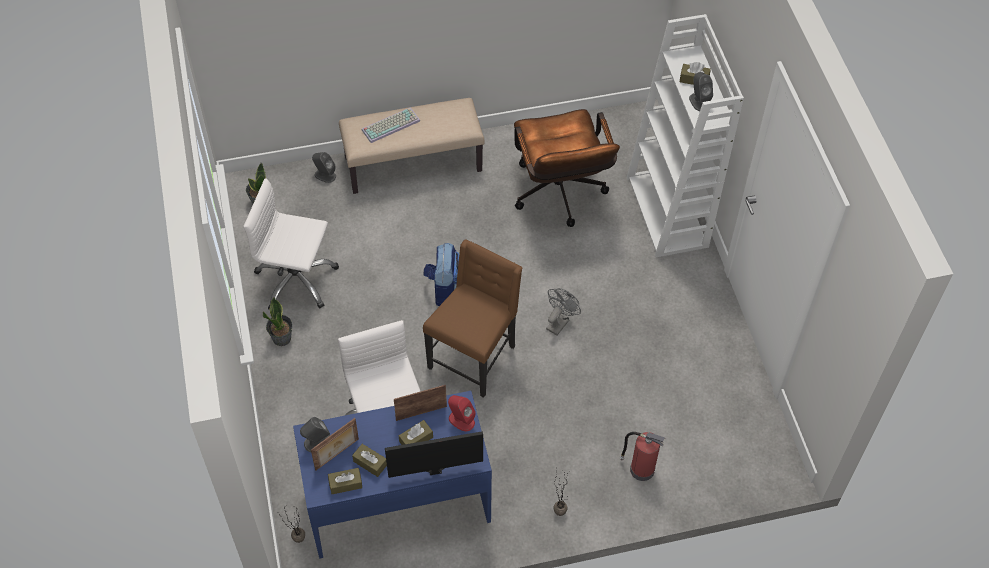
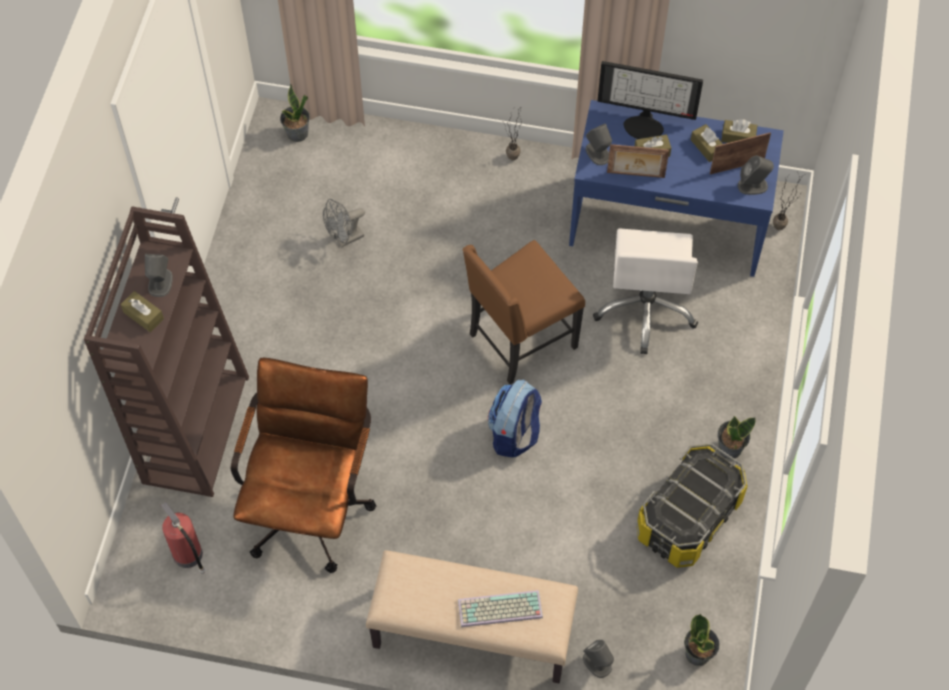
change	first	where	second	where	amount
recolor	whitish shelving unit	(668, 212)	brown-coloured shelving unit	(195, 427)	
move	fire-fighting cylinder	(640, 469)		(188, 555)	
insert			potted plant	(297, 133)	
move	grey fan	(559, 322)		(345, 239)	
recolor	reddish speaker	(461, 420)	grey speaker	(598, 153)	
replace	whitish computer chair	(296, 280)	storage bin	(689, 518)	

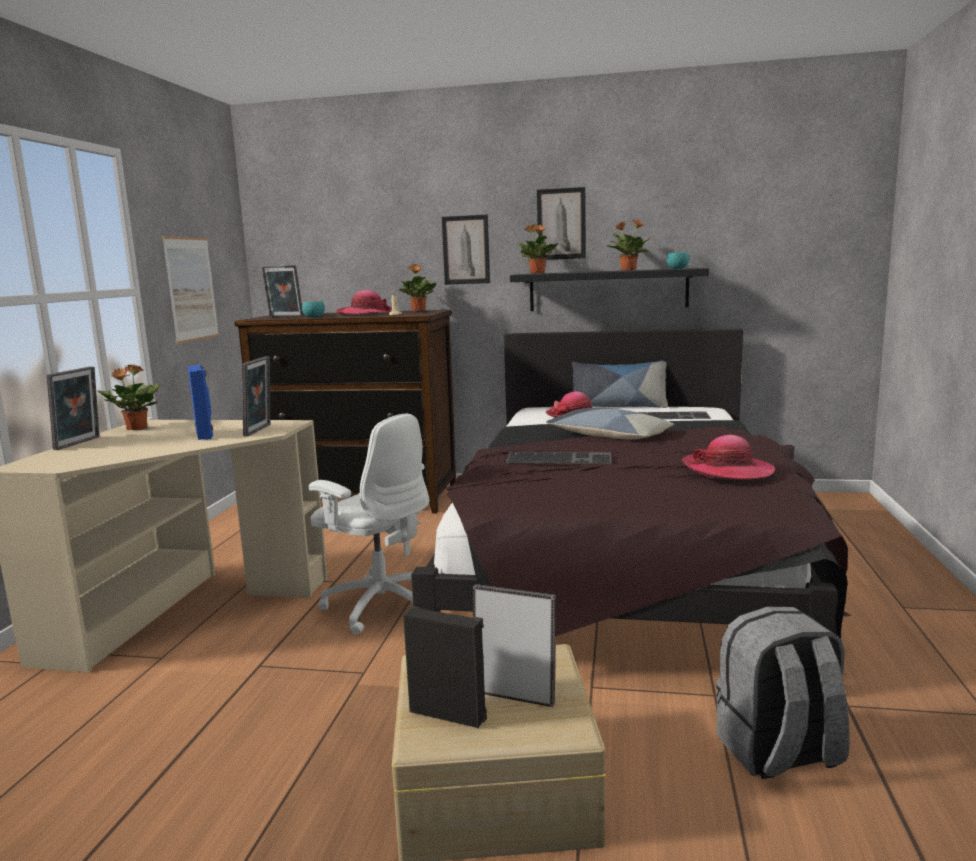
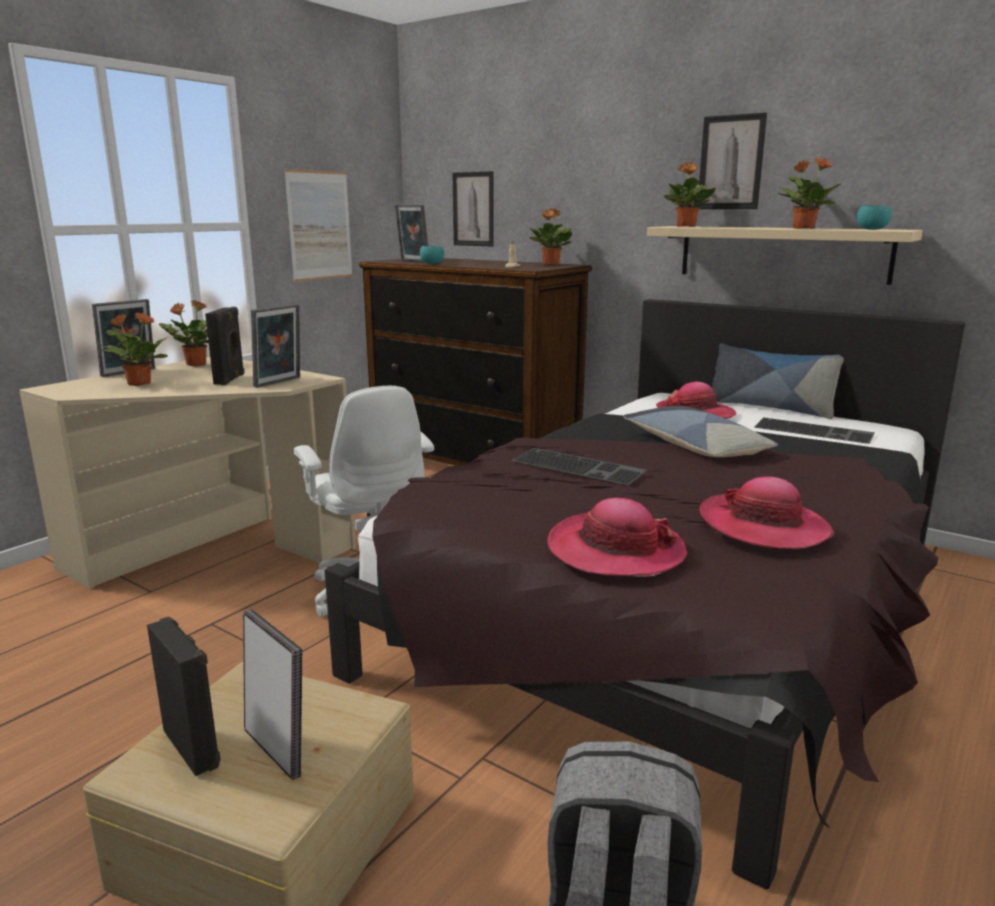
change	first	where	second	where	amount
insert			potted plant	(138, 383)	
recolor	blue speaker	(205, 434)	black-coloured speaker	(230, 379)	
move	wall art	(466, 250)		(473, 209)	
move	clothing hat	(366, 313)		(615, 550)	
recolor	black-coloured shelf	(608, 290)	beige shelf	(782, 253)	

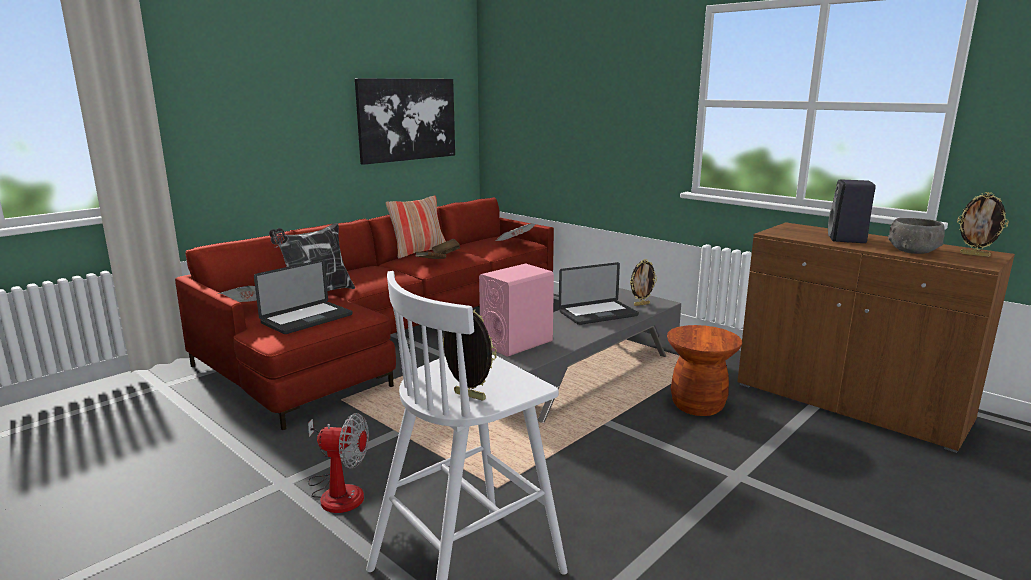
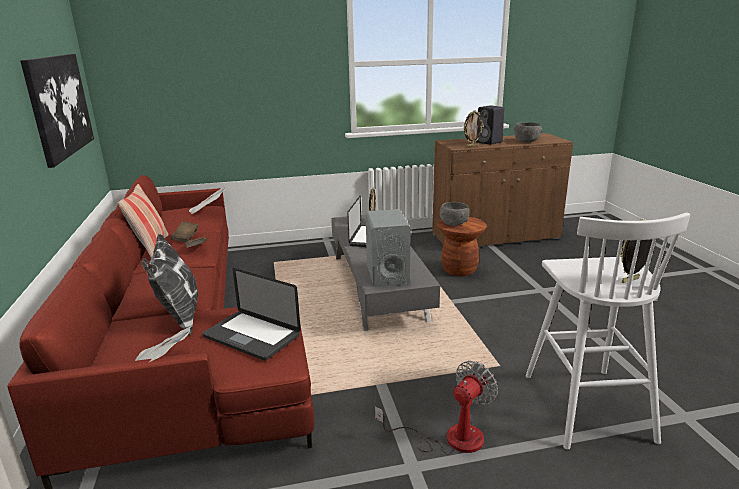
change	first	where	second	where	amount
rotate	notebook computer	(307, 319)		(251, 336)	135 degrees clockwise
recolor	pink-coloured speaker	(516, 343)	grey speaker	(387, 275)	
insert			grey deep dish	(454, 223)	
move	photo frame	(975, 255)		(472, 146)	

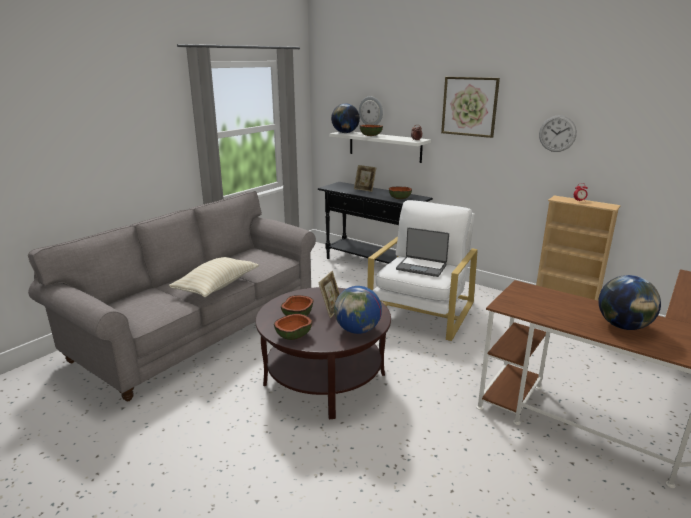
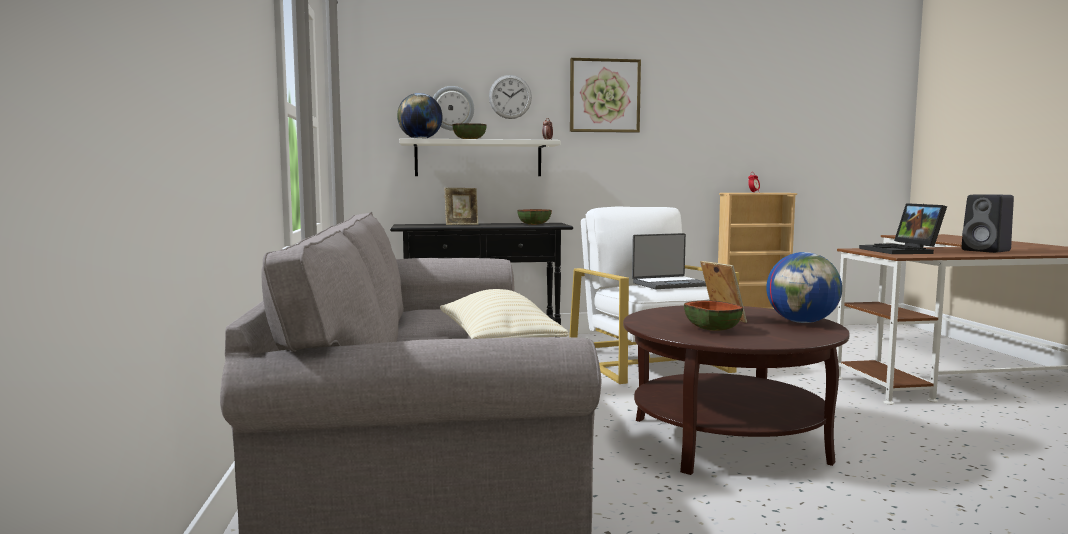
change	first	where	second	where	amount
move	wall clock	(557, 133)		(510, 97)	
insert			notebook computer	(902, 251)	
replace	world globe	(623, 326)	black-coloured speaker	(987, 251)	
delete	deep dish	(293, 336)			

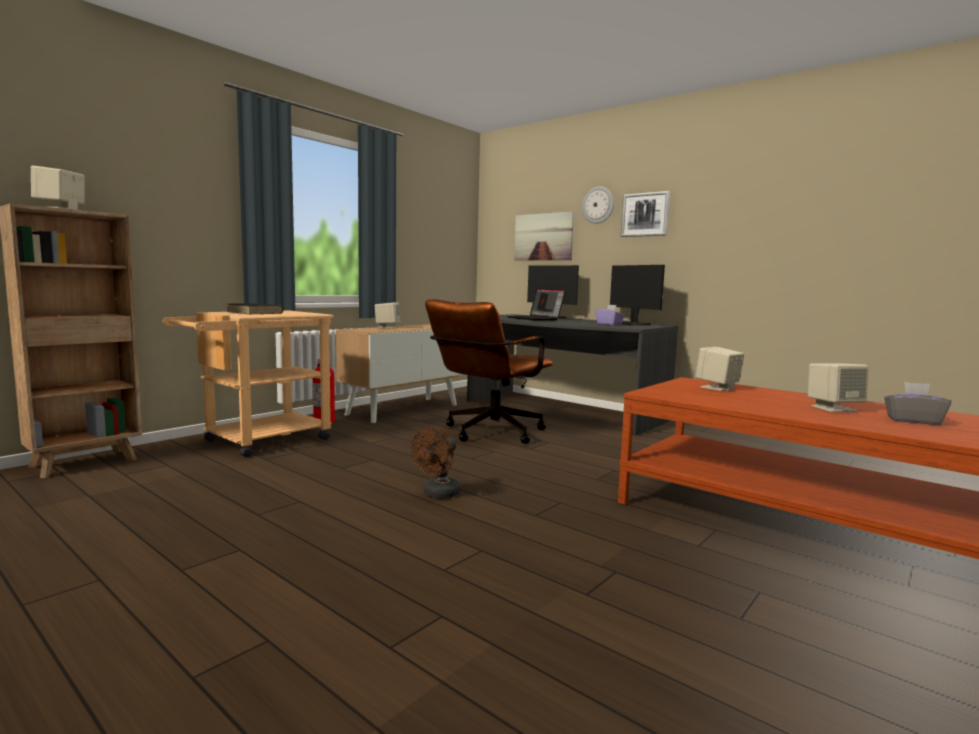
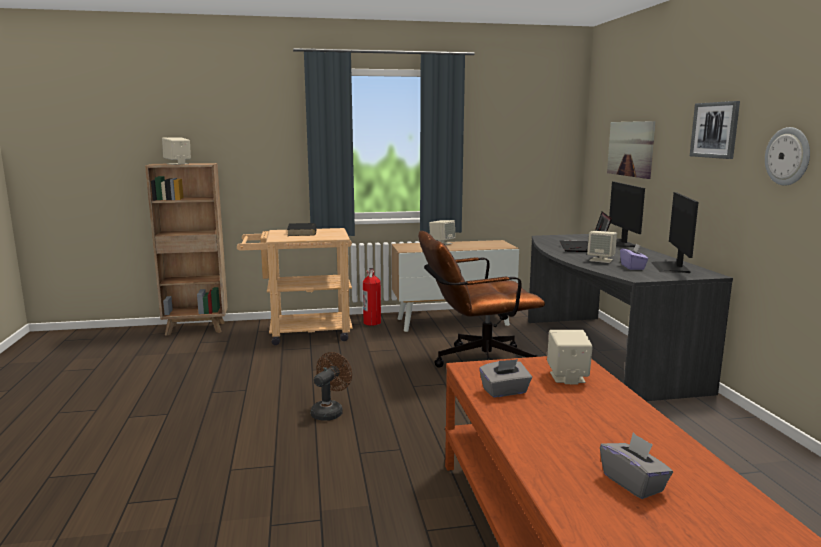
change	first	where	second	where	amount
rotate	brown-coloured fan	(438, 494)		(329, 411)	135 degrees clockwise
insert			grey tissue holder	(505, 391)	
move	beige speaker	(833, 408)		(601, 260)	
move	wall clock	(598, 205)		(788, 156)	

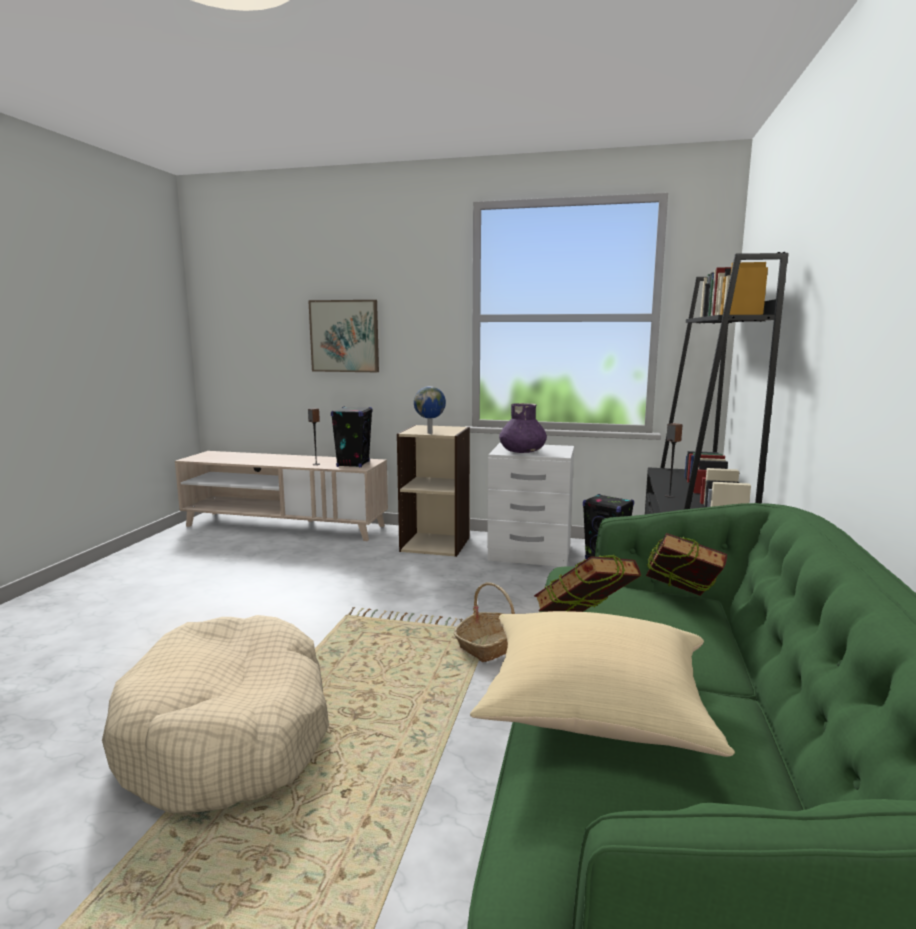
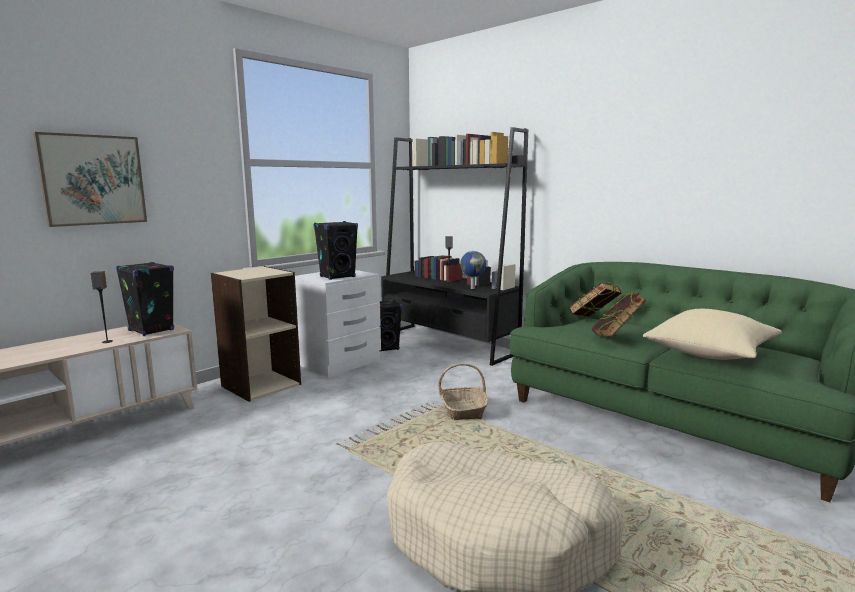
change	first	where	second	where	amount
replace	purple-coloured vase	(523, 452)	black-coloured speaker	(337, 277)	
move	world globe	(430, 433)		(472, 288)	

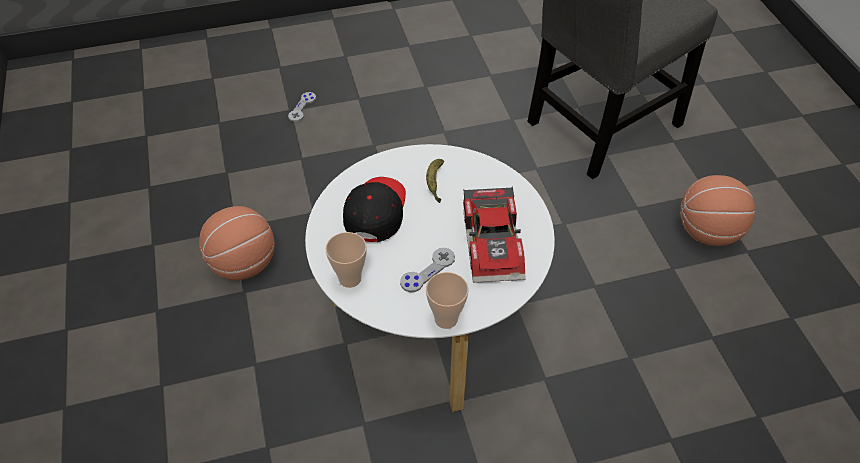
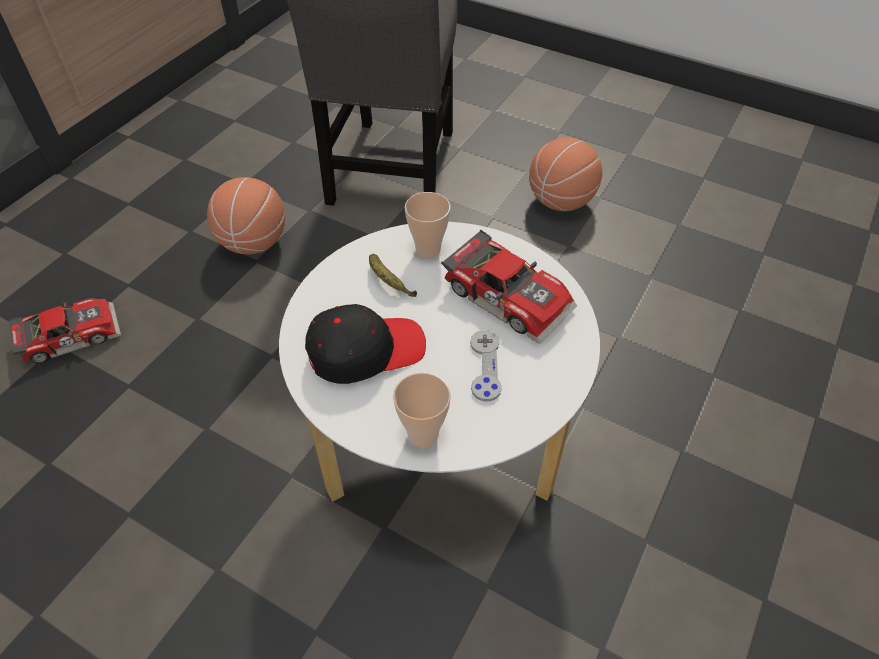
change	first	where	second	where	amount
replace	grey game controller	(302, 107)	miniature car	(70, 334)	
move	ball for basketball	(243, 265)		(253, 243)	
rotate	black-coloured peaked cap	(375, 212)		(365, 350)	105 degrees clockwise
move	cup	(446, 319)		(428, 249)	

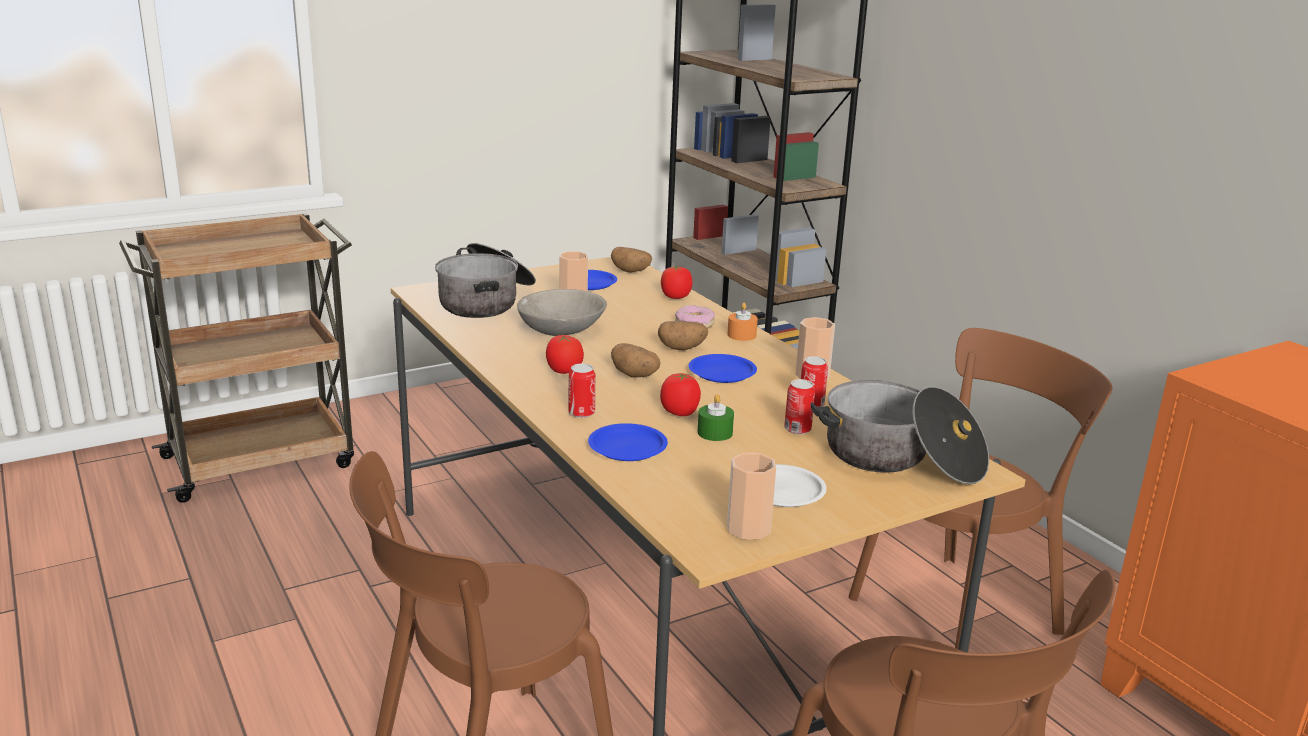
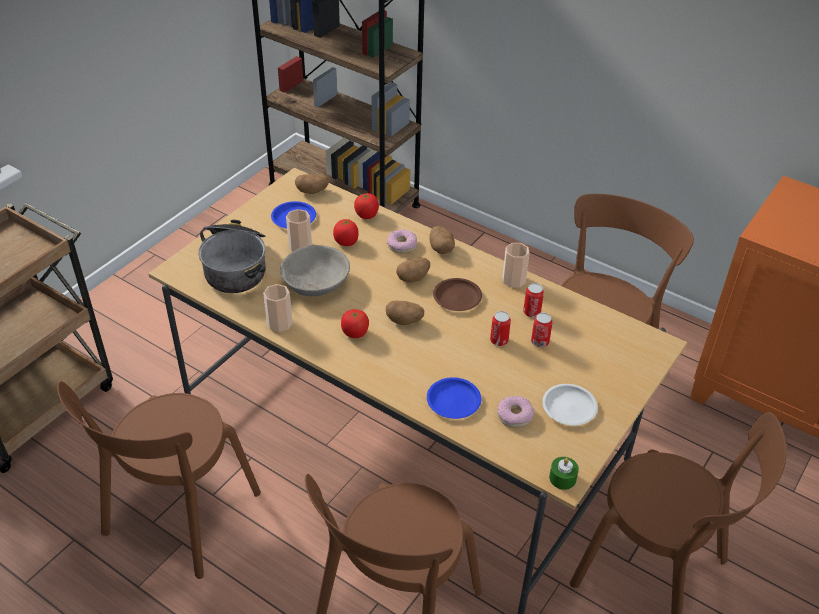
change	first	where	second	where	amount
insert			brown-coloured chair	(178, 518)	
move	cup	(748, 528)		(279, 323)	
move	tomato	(680, 412)		(346, 242)	
replace	orange-coloured wax candle	(741, 335)	potato	(441, 248)	
recolor	blue flat dish	(722, 373)	brown-coloured flat dish	(457, 297)	
move	sealed can	(581, 413)		(499, 340)	
insert			doughnut	(515, 416)	
move	greenish wax candle	(715, 433)		(562, 478)	
delete	stockpot	(900, 458)			

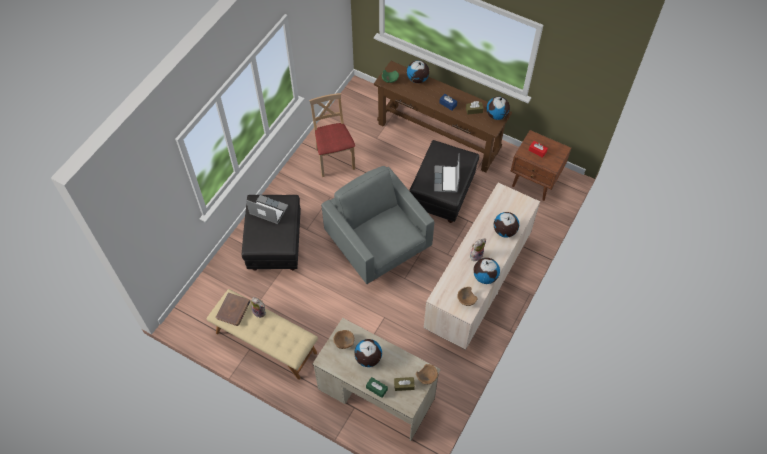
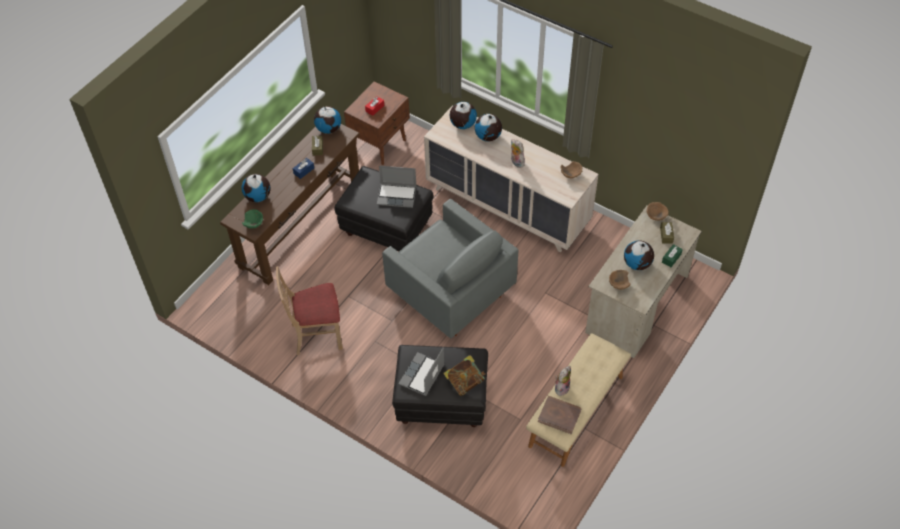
change	first	where	second	where	amount
rotate	grey easy chair	(378, 245)		(450, 293)	105 degrees counterclockwise
insert			bound book	(465, 382)	
move	world globe	(485, 276)		(462, 124)	

